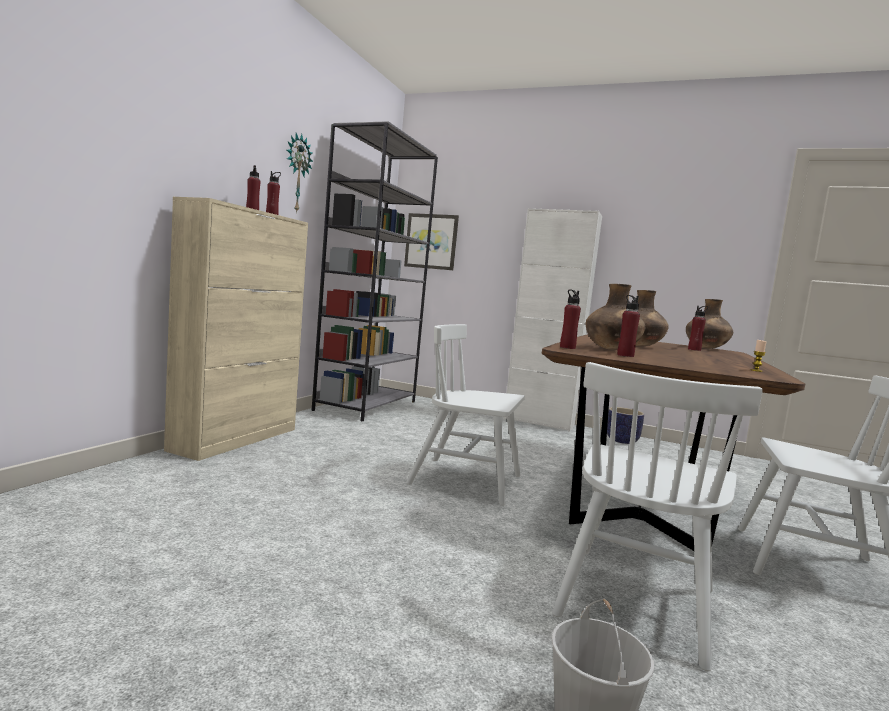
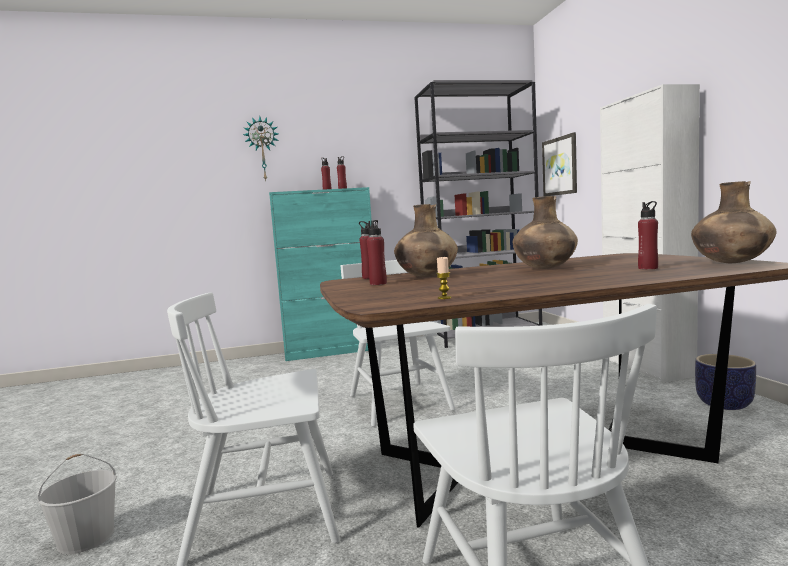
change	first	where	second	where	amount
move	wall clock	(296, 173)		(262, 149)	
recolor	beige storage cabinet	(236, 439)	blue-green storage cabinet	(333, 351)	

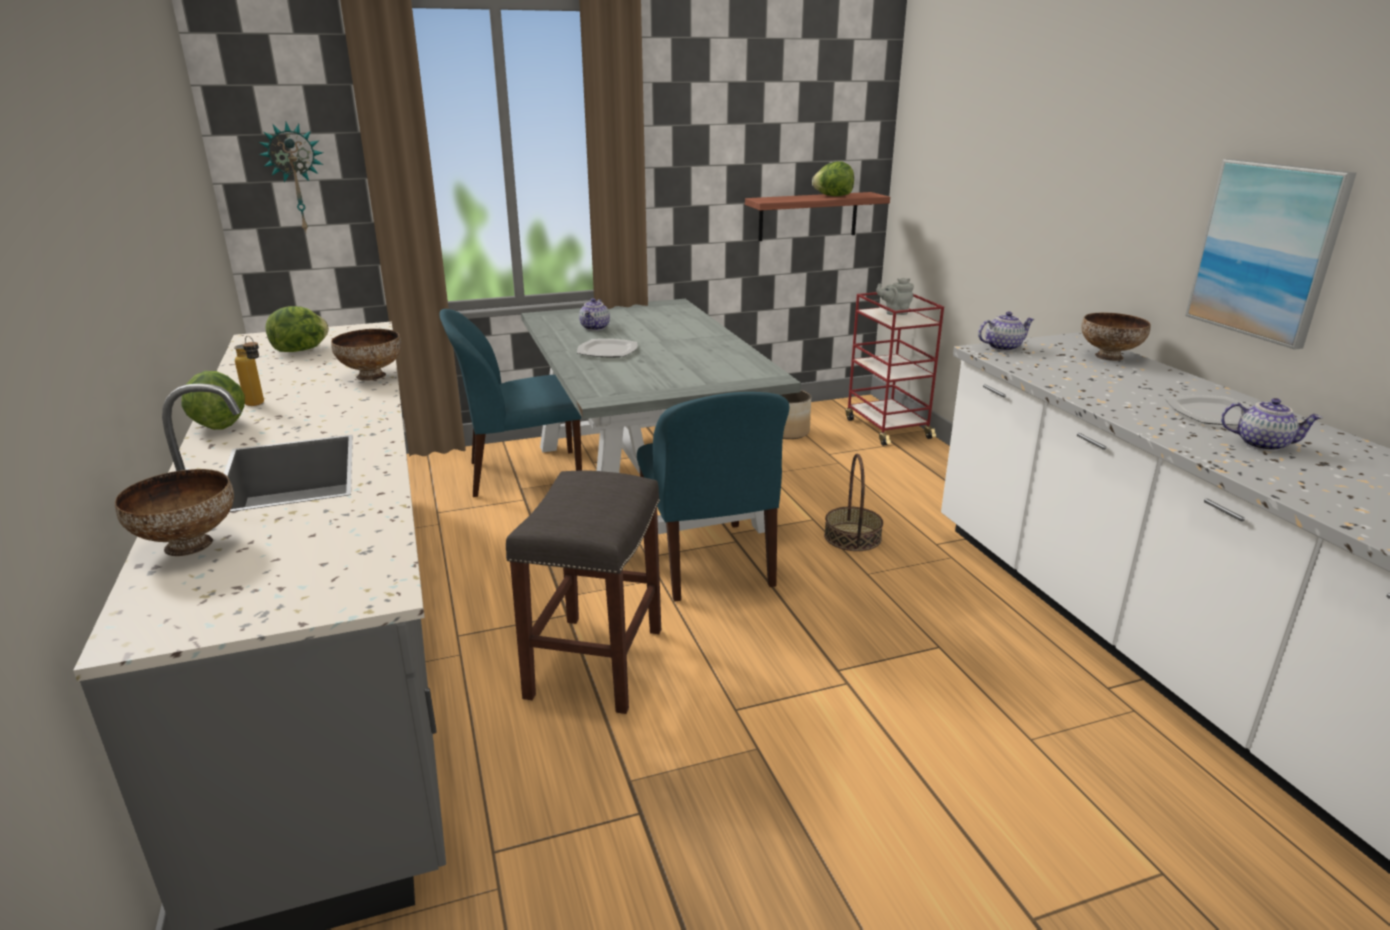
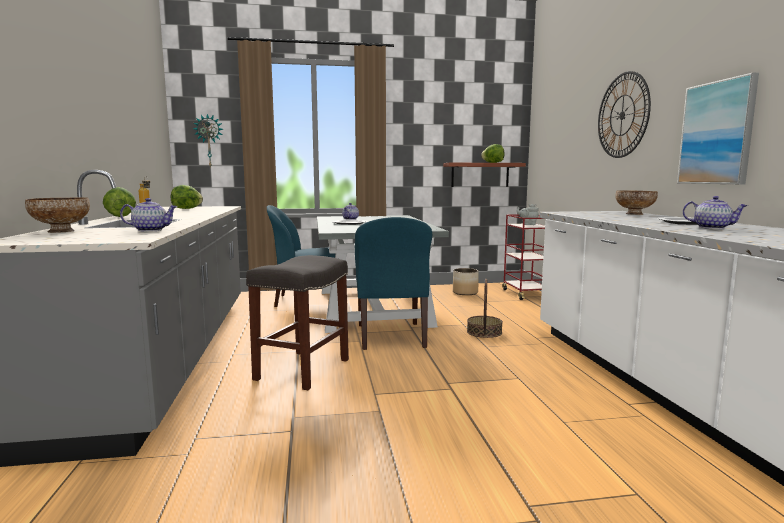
change	first	where	second	where	amount
move	pot for tea	(1002, 347)		(151, 230)	
insert			wall clock	(622, 115)	
delete	deep dish	(372, 376)			

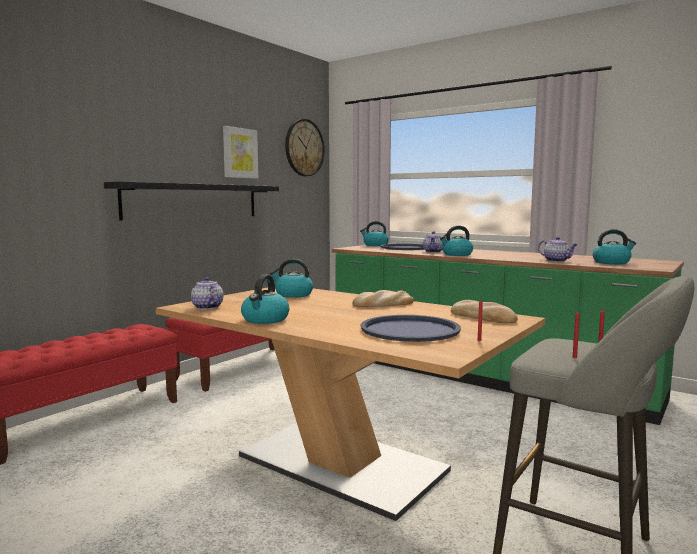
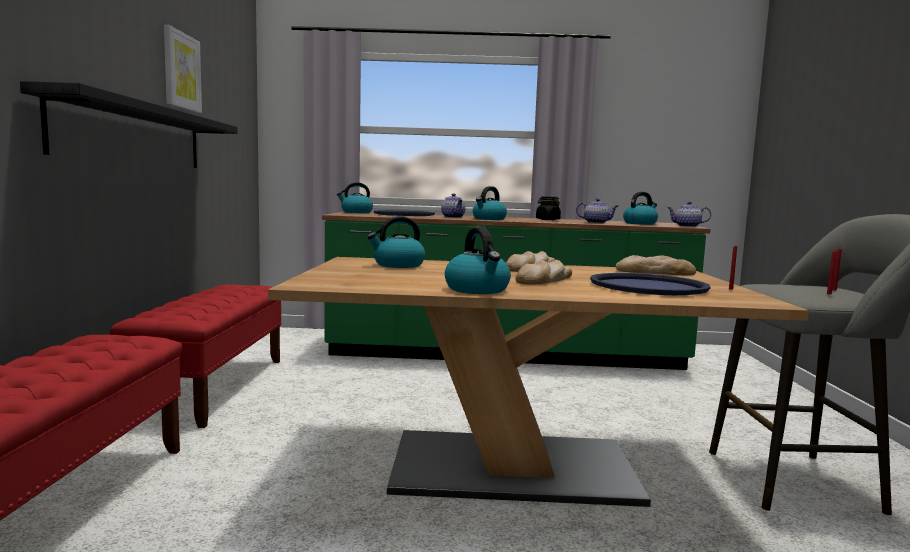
change	first	where	second	where	amount
insert			baked bread	(544, 279)	
insert			black-coloured preserve jar	(547, 220)	
move	pot for tea	(207, 307)		(686, 226)	
delete	wall clock	(304, 148)			

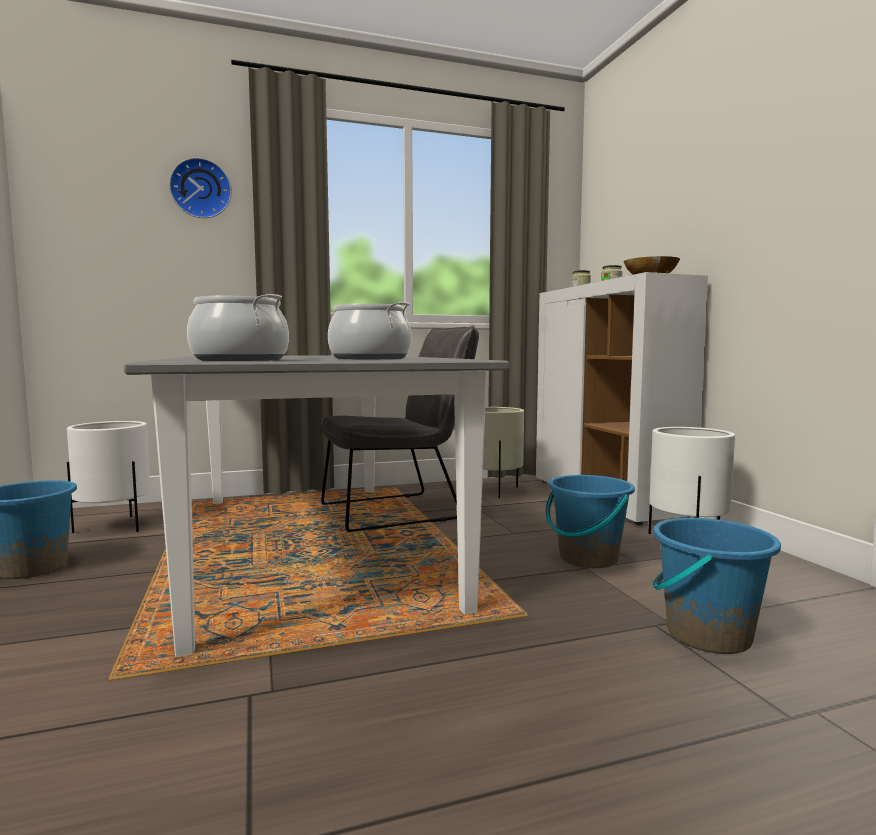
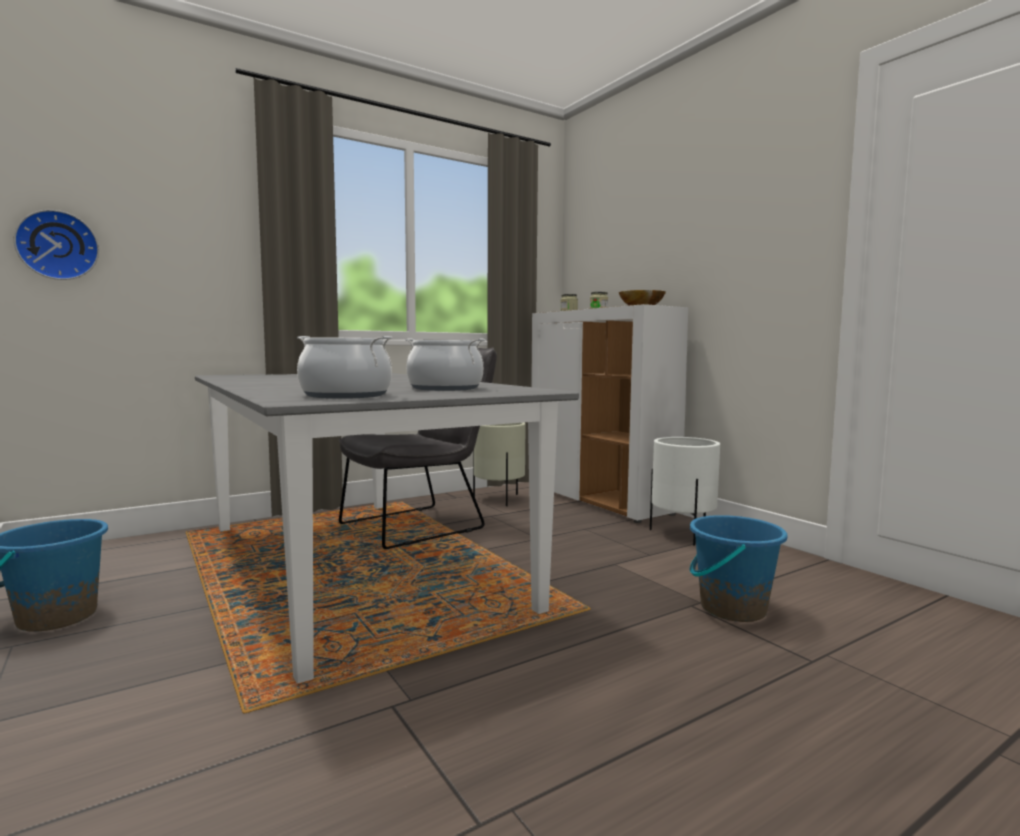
change	first	where	second	where	amount
move	wall clock	(201, 189)		(58, 246)	
delete	whitish flower pot	(114, 526)			
delete	blue water bucket	(588, 558)			

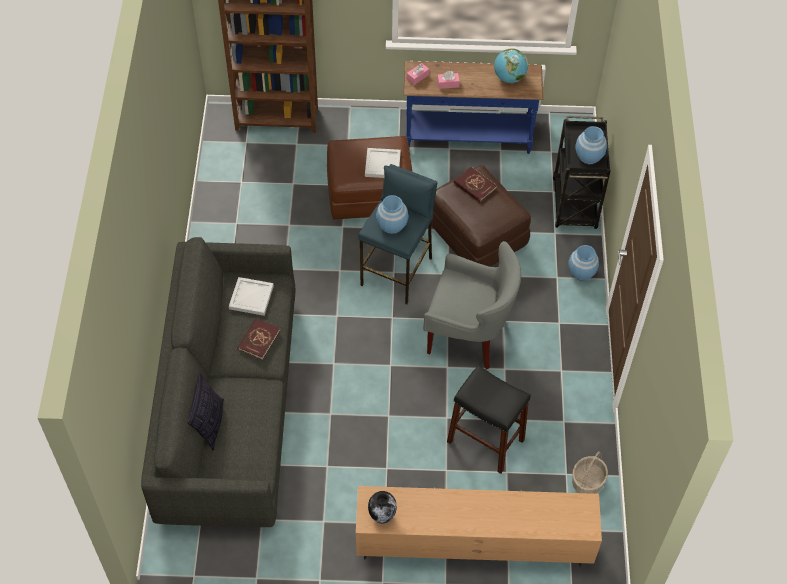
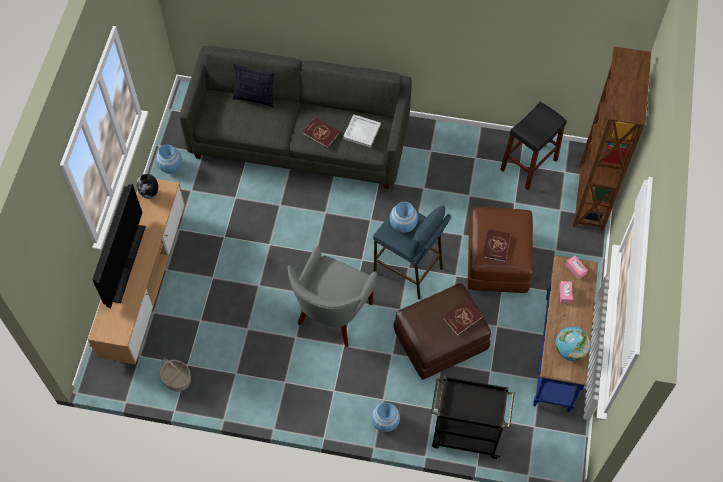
change	first	where	second	where	amount
insert			television	(125, 262)	
move	blue vase	(588, 156)		(171, 167)	
replace	whitish serving tray	(382, 164)	reddish bound book	(496, 246)	
move	black-coloured stool seat	(485, 440)		(529, 164)	

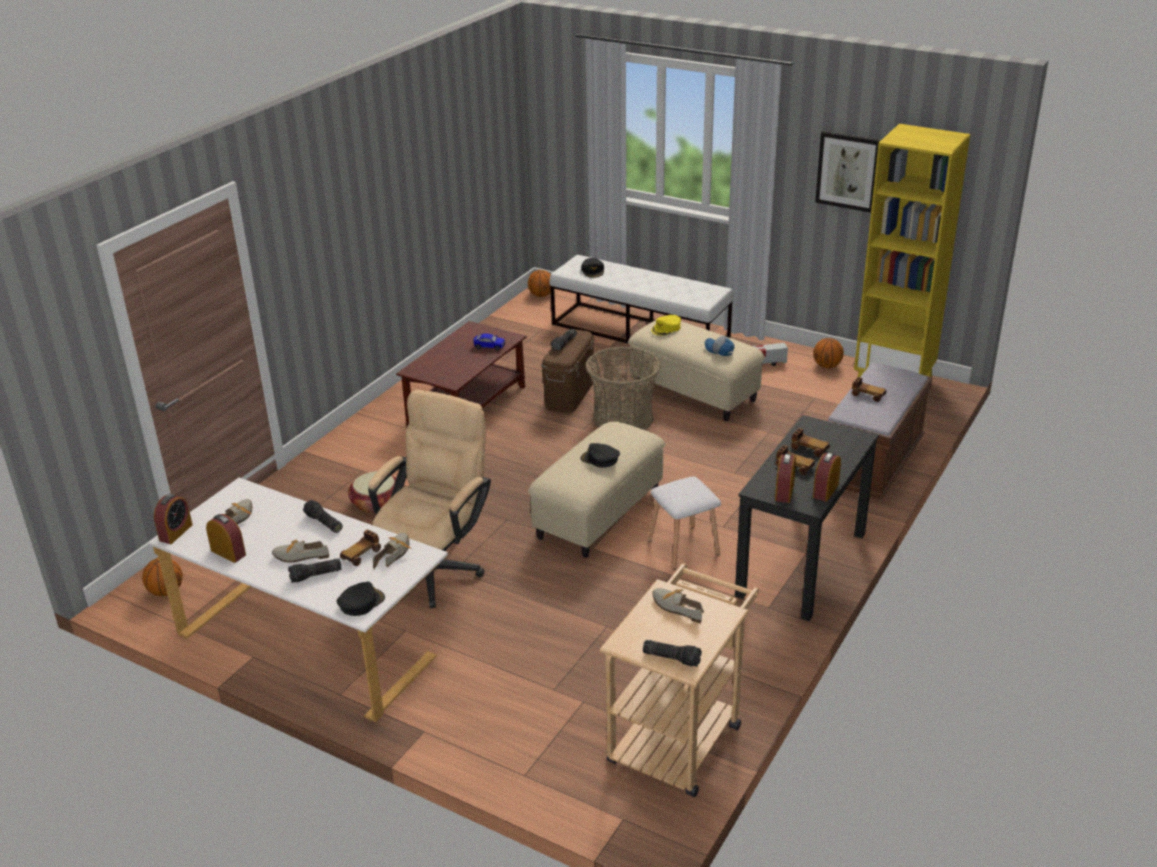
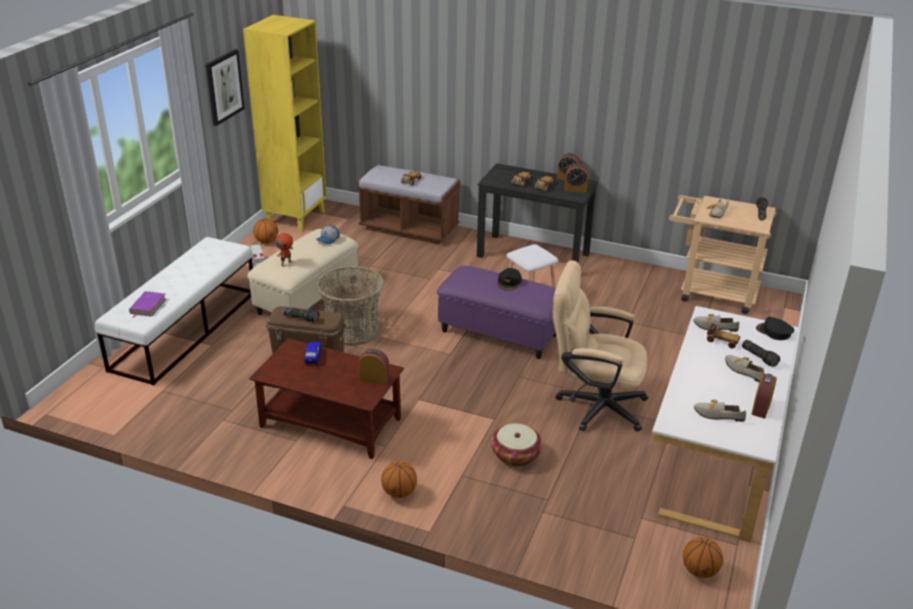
change	first	where	second	where	amount
replace	black-coloured peaked cap	(593, 271)	purple-coloured bound book	(148, 306)	
replace	yellow peaked cap	(666, 328)	model robot	(286, 263)	
move	table clock	(176, 532)		(374, 379)	
move	ball for basketball	(541, 295)		(399, 493)	
recolor	beige pouffe	(599, 515)	purple-coloured pouffe	(499, 333)	
rotate	shoe	(298, 556)		(742, 370)	150 degrees clockwise
delete	flashlight	(323, 523)			

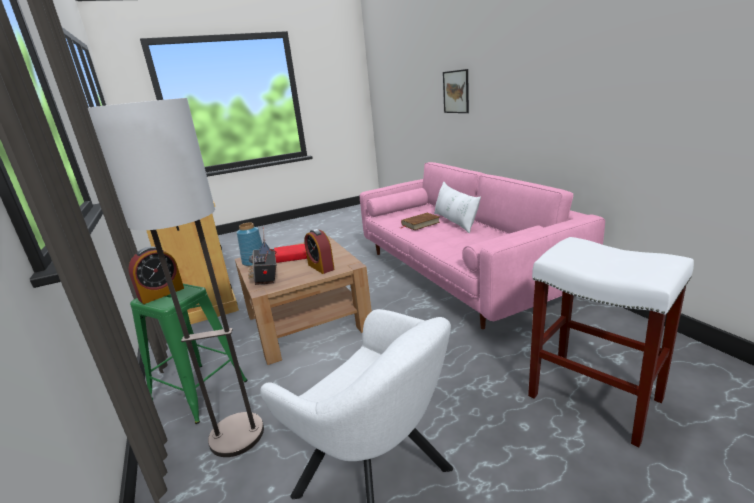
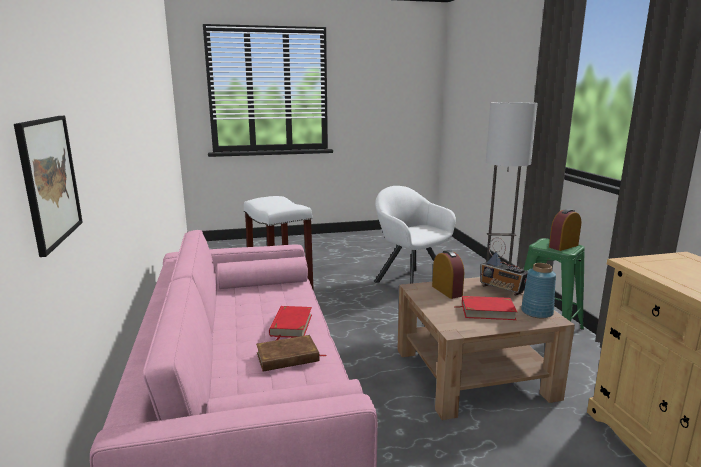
change	first	where	second	where	amount
insert			reddish bound book	(291, 325)	
rotate	radio set	(266, 278)		(503, 289)	135 degrees clockwise
delete	whitish throw pillow	(455, 222)			

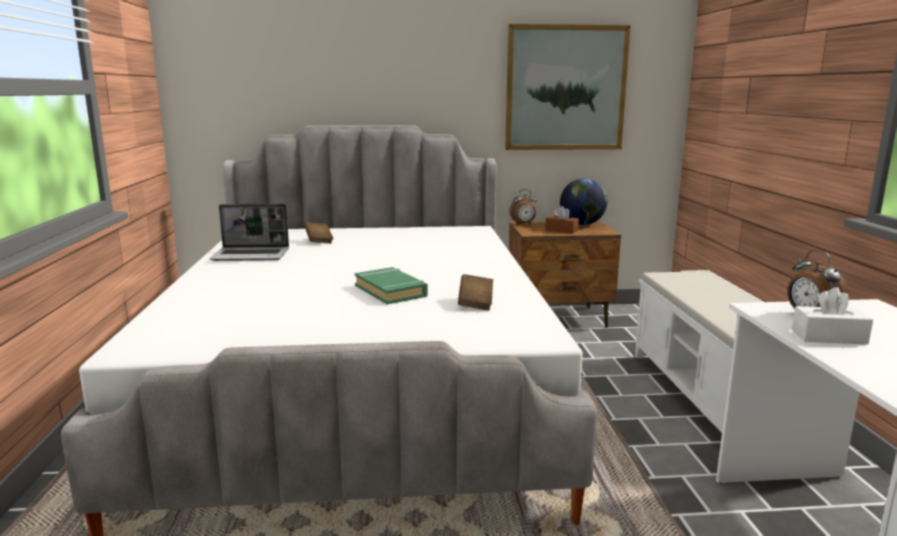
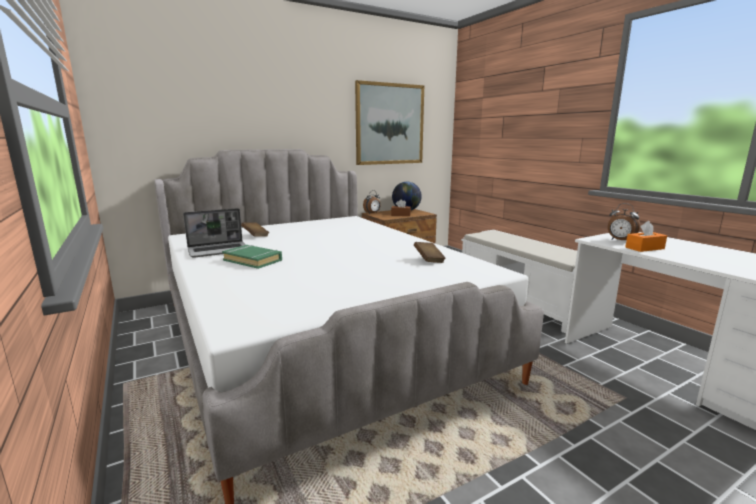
change	first	where	second	where	amount
move	greenish bound book	(391, 291)		(253, 260)	
recolor	whitish tissue holder	(828, 337)	orange-coloured tissue holder	(644, 248)	

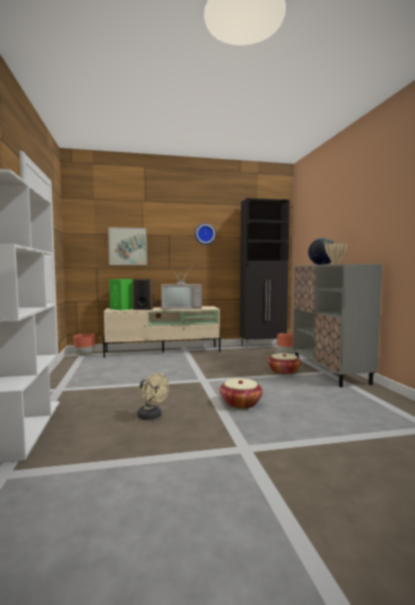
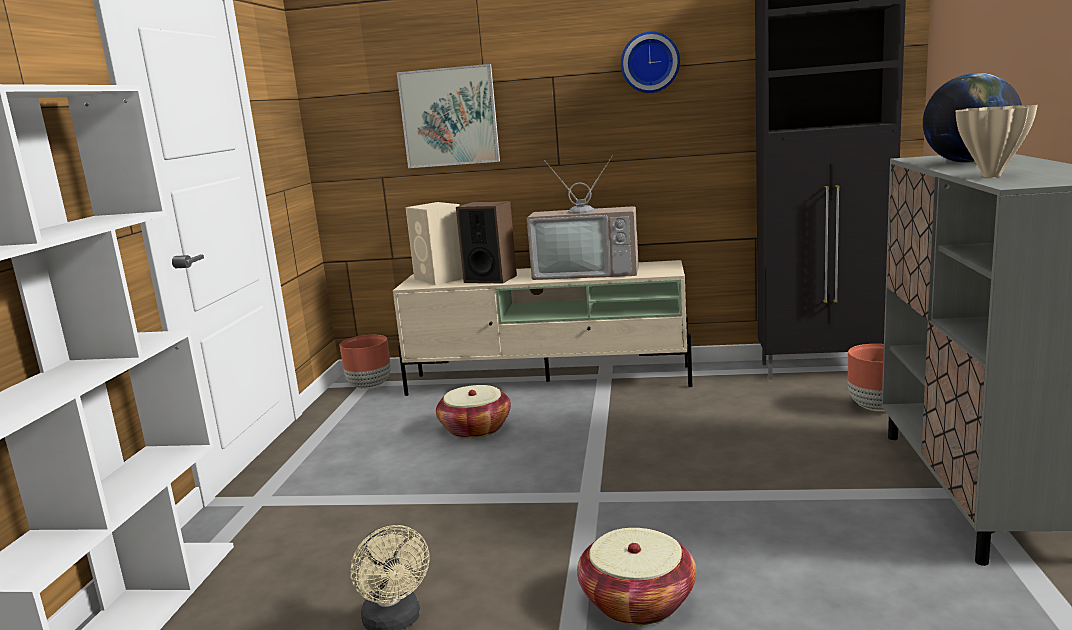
change	first	where	second	where	amount
recolor	greenish speaker	(121, 309)	beige speaker	(441, 279)	
move	basket	(283, 371)		(475, 429)	

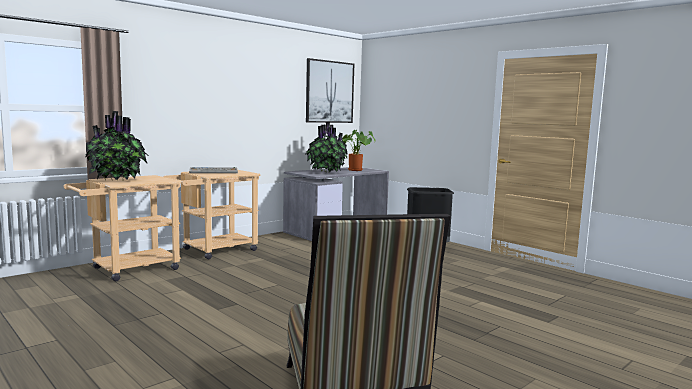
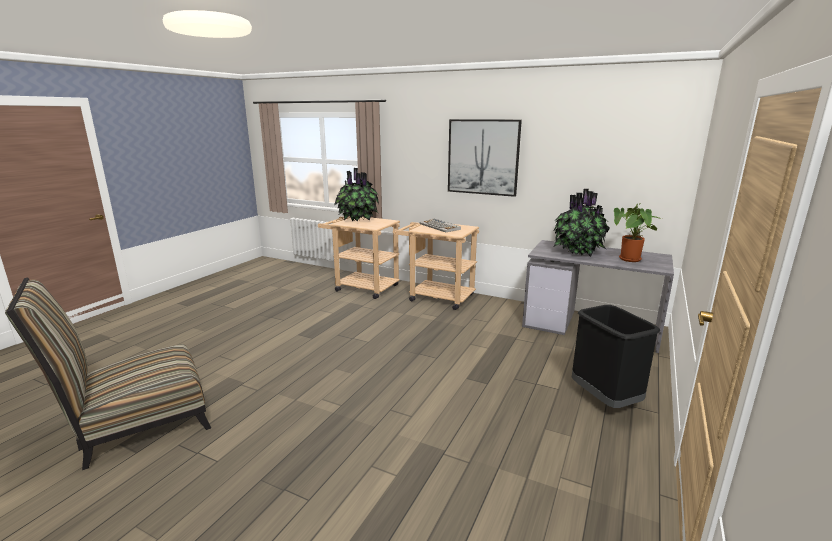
change	first	where	second	where	amount
move	wall art	(329, 92)		(483, 157)	

